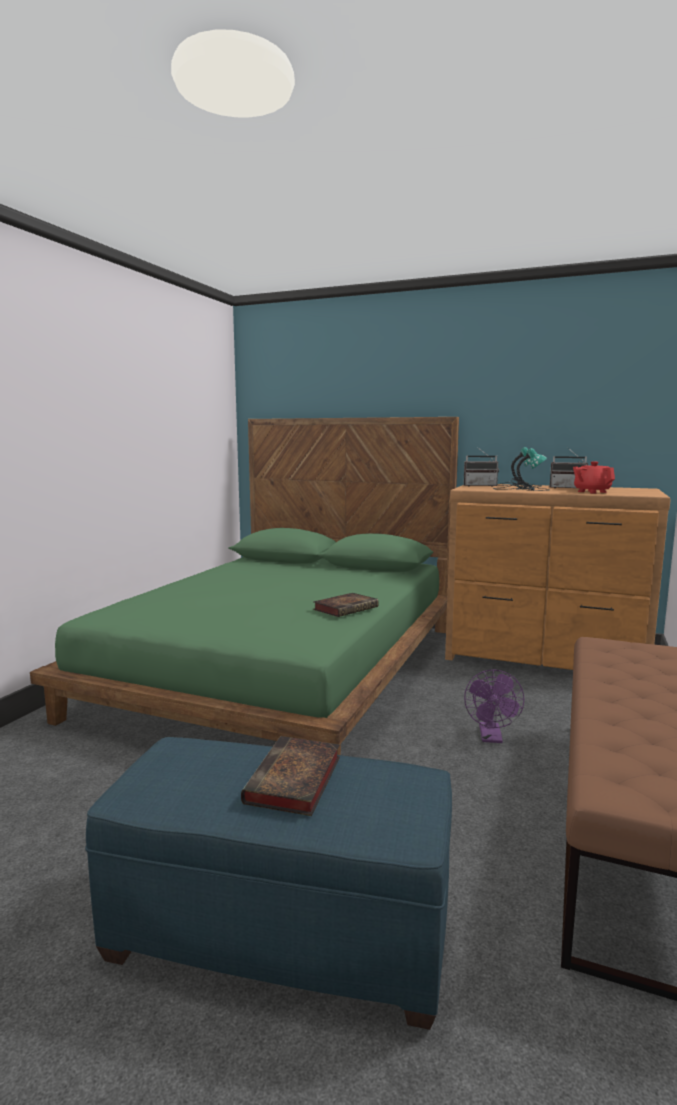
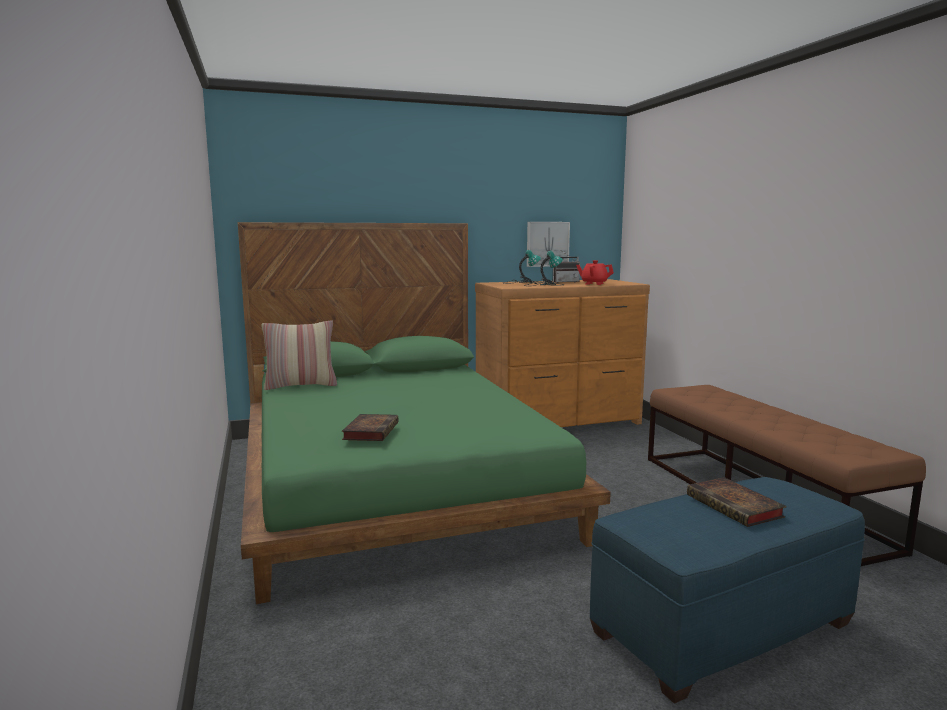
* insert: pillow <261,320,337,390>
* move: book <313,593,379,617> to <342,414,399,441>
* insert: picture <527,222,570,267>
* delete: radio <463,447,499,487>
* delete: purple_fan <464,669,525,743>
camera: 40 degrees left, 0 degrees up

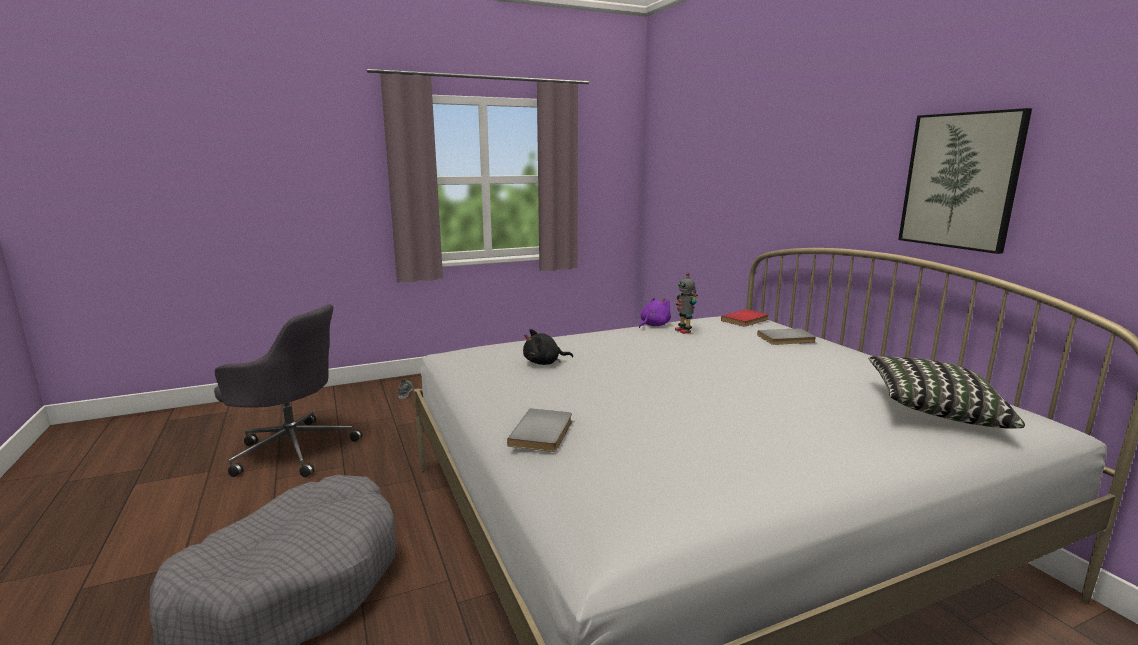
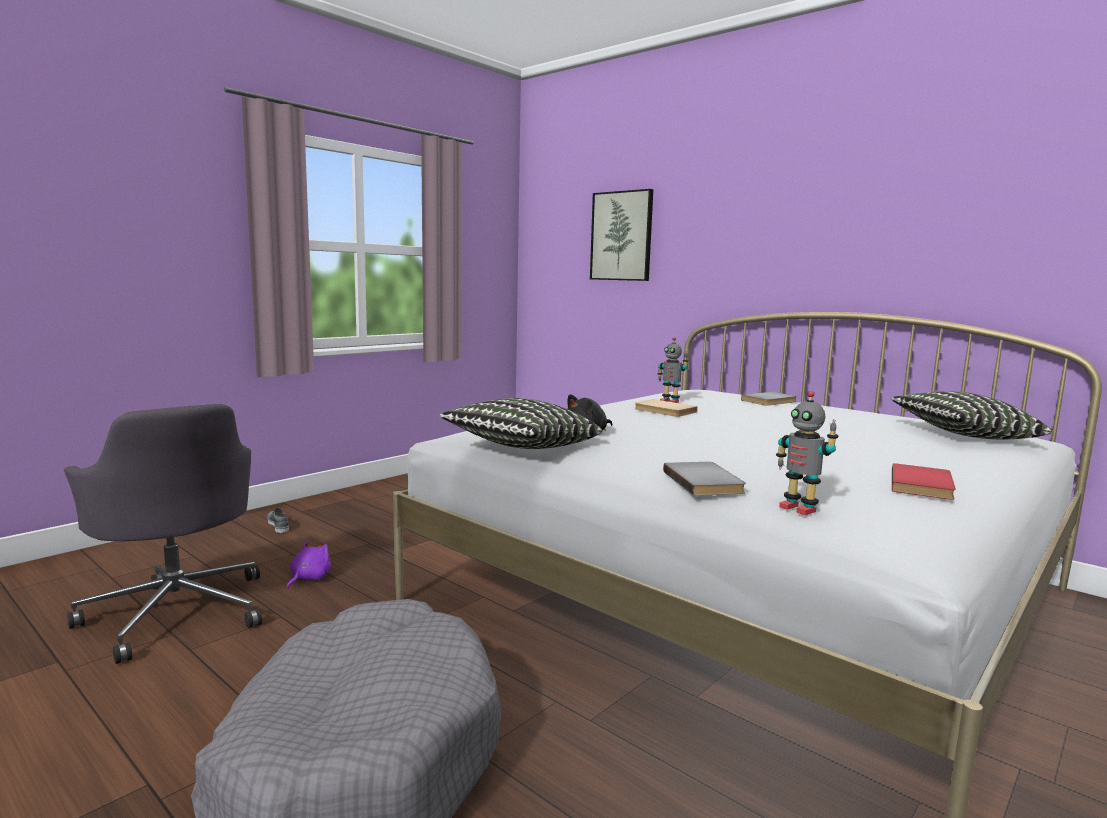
* rotate: grey_office_chair <214,304,362,477> = <64,404,262,664> 60 degrees clockwise
* move: purple_plush_toy <639,297,671,328> to <287,541,331,589>
* insert: pillow <440,398,602,449>
* move: picture <898,108,1032,254> to <590,189,653,281>
* insert: beige_book <635,399,697,417>
* insert: toy_robot <776,391,839,515>
* move: red_book <721,309,769,327> to <892,463,956,500>
camera: 25 degrees left, 5 degrees down

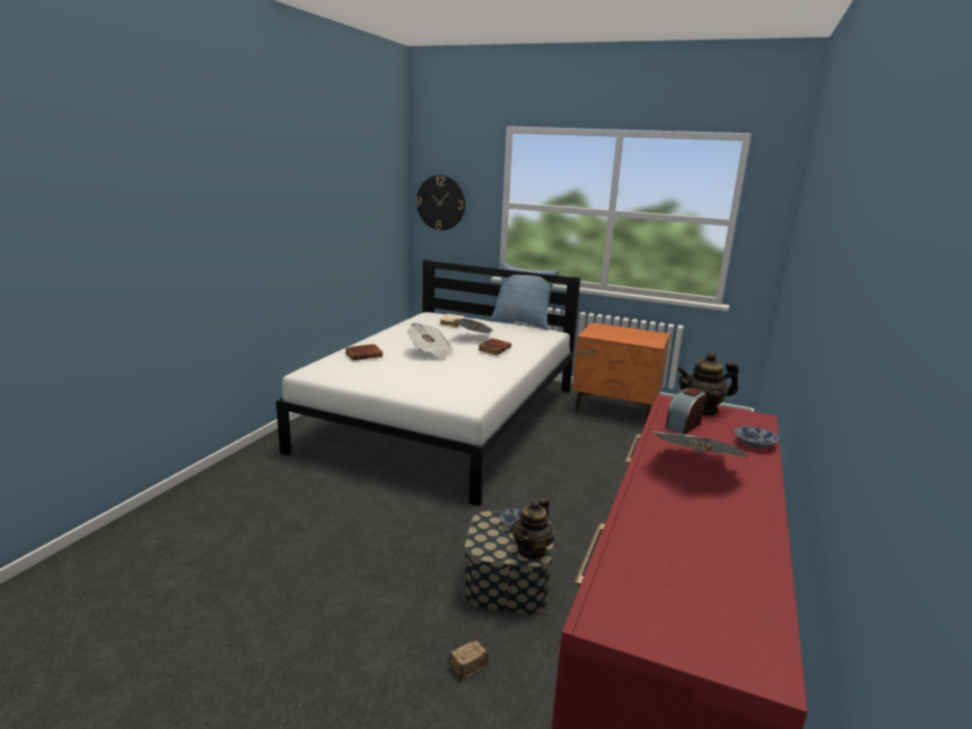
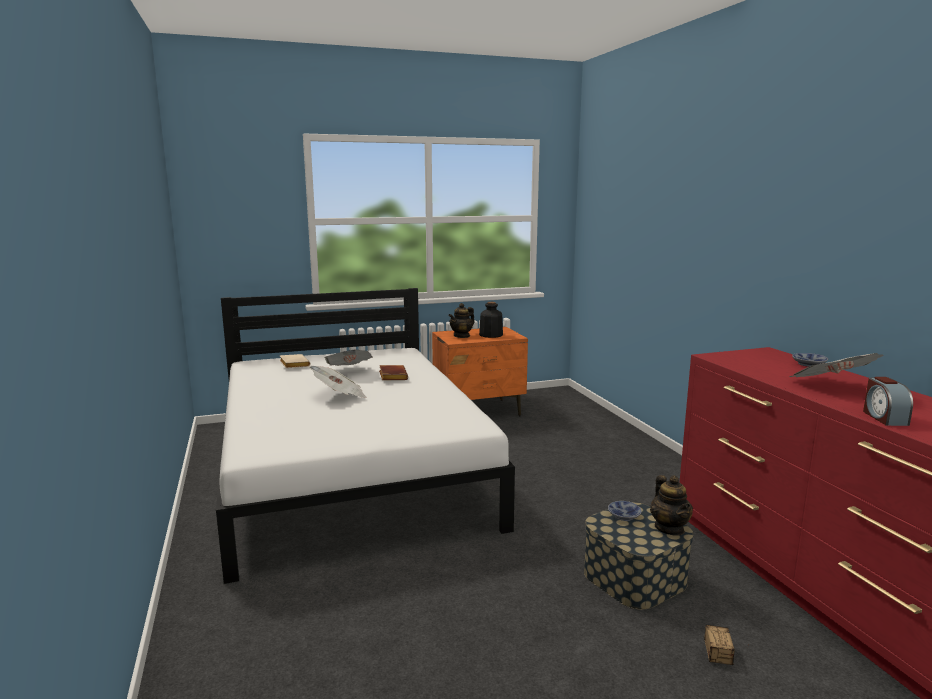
* move: teapot <677,352,739,416> to <448,303,475,338>
* insert: bottle <479,302,503,338>
* move: alarm_clock <665,388,706,435> to <863,377,913,426>
* delete: brown_book <345,344,383,360>
* delete: wall_clock <416,175,465,230>
* delete: pillow <490,262,560,330>
camera: 40 degrees left, 5 degrees down

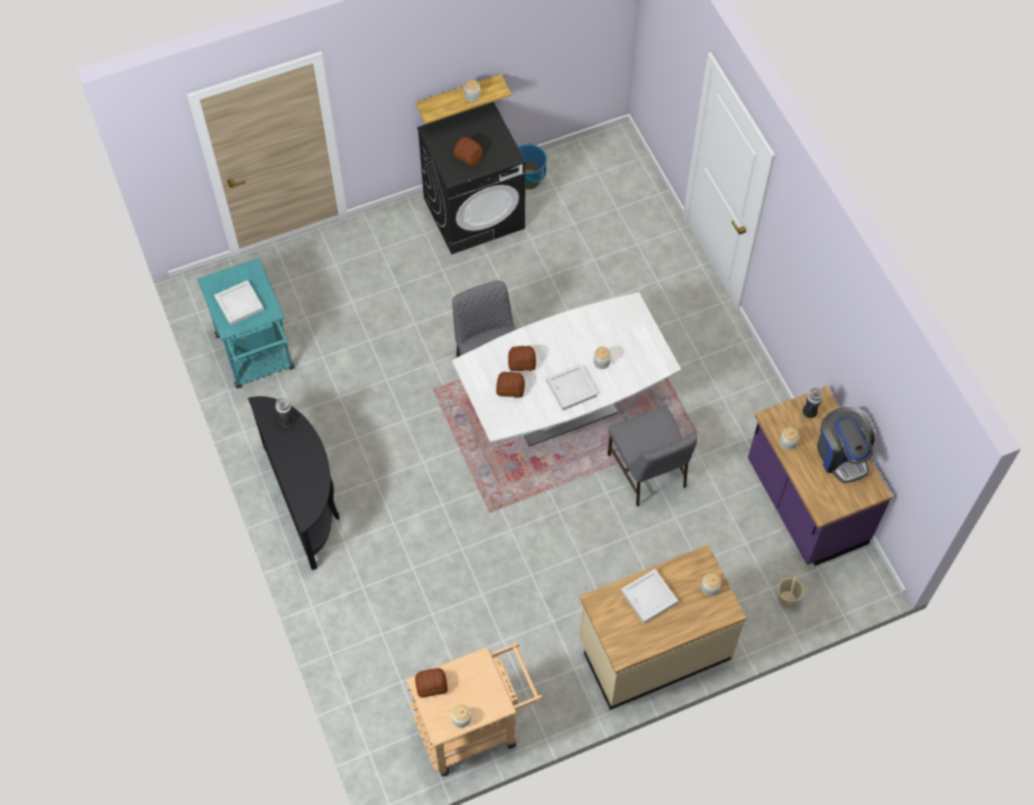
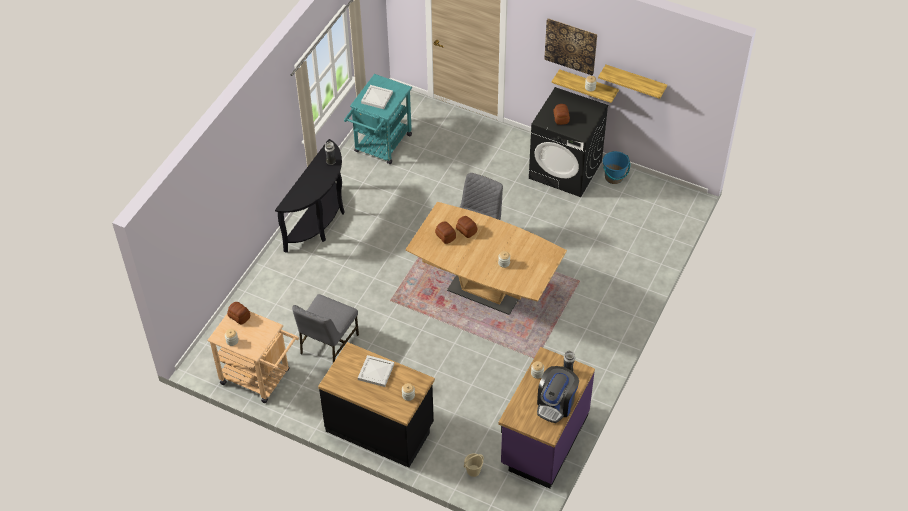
* move: grey_chair <608,406,697,507> to <292,294,359,363>
* recolor: beige_counter <579,545,747,710> to black_counter <318,342,435,468>
* recolor: white_dining_table <452,292,681,447> to brown_dining_table <405,202,567,315>
* insert: picture <544,18,597,75>
* insert: shelf <598,65,667,99>
* delete: white_tray <546,364,597,410>
camera: 50 degrees right, 10 degrees down

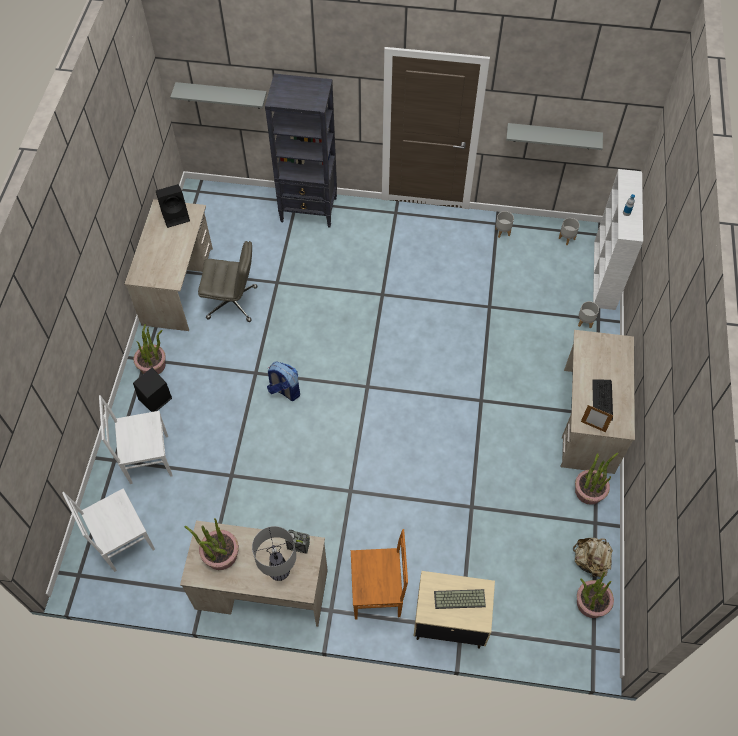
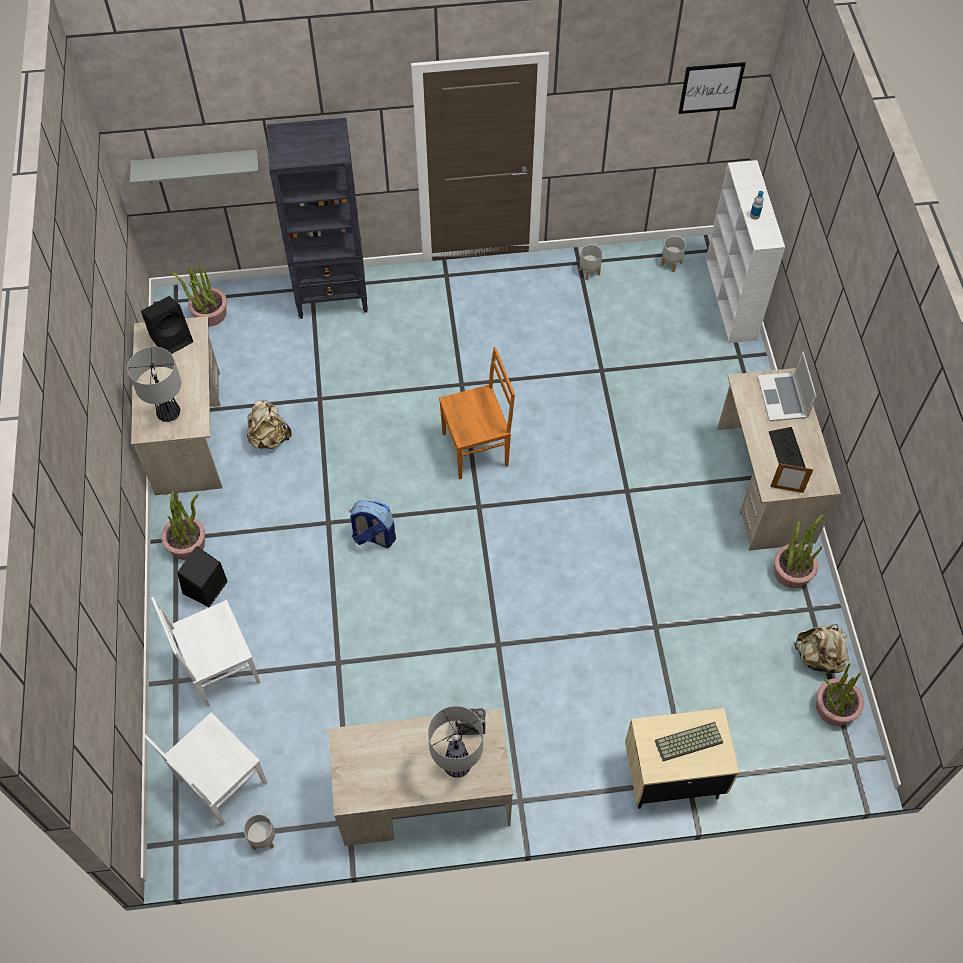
* insert: table_lamp <127,347,181,422>
* move: potted_plant <185,518,239,570> to <171,262,227,326>
* move: grey_planter <578,301,599,328> to <244,814,275,850>
* replace: grey_office_chair <198,241,257,322> to beige_backpack <247,400,292,449>
* move: brown_chair <351,529,408,620> to <439,347,515,479>
* insert: picture <678,62,746,114>
* insert: laptop <757,351,817,421>
* delete: grey_shelf <506,123,603,150>
camera: 15 degrees left, 0 degrees up

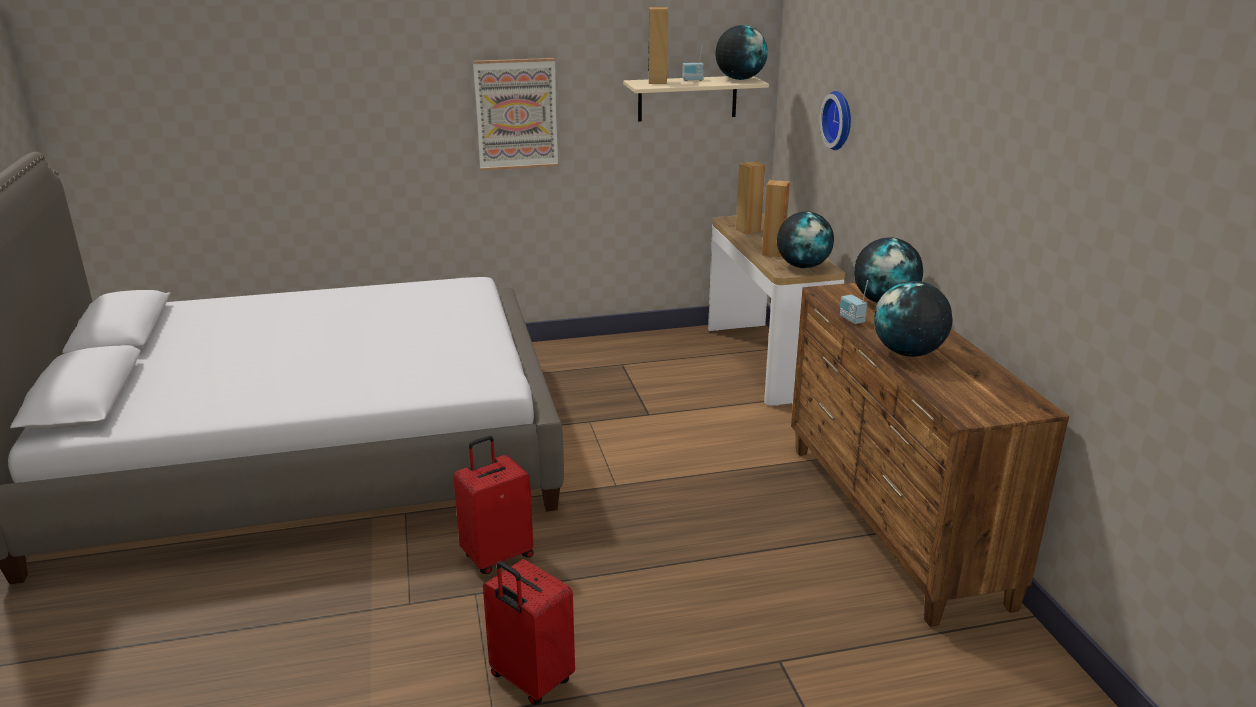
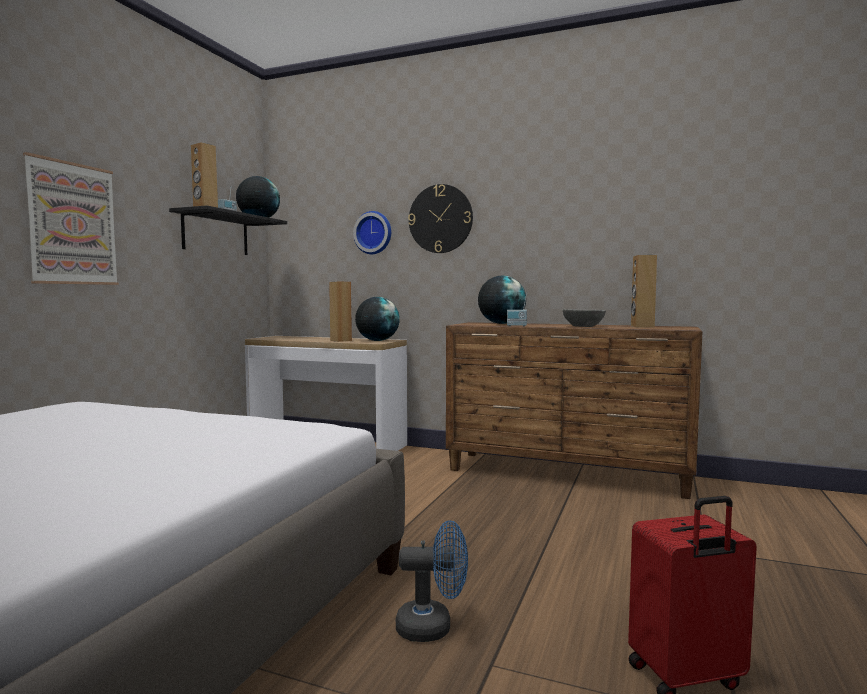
* recolor: beige_shelf <623,76,769,122> to black_shelf <169,206,287,255>
* replace: red_suitcase <453,436,534,574> to blue_fan <396,520,468,642>
* insert: wall_clock <408,184,473,253>
* replace: globe <874,281,953,357> to grey_bowl <563,309,606,327>
* move: brown_speaker <736,161,765,234> to <631,255,657,328>
camera: 55 degrees left, 20 degrees down

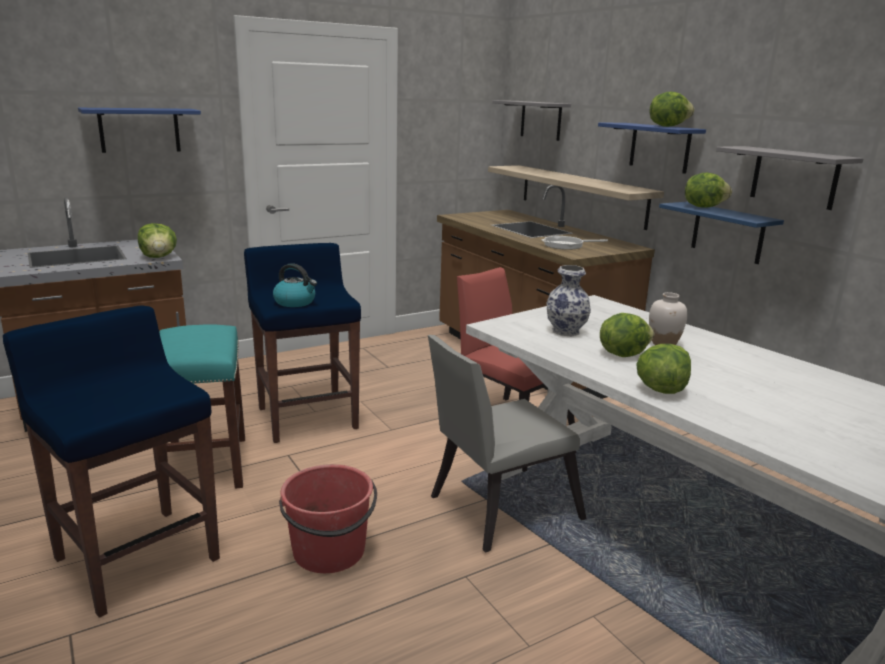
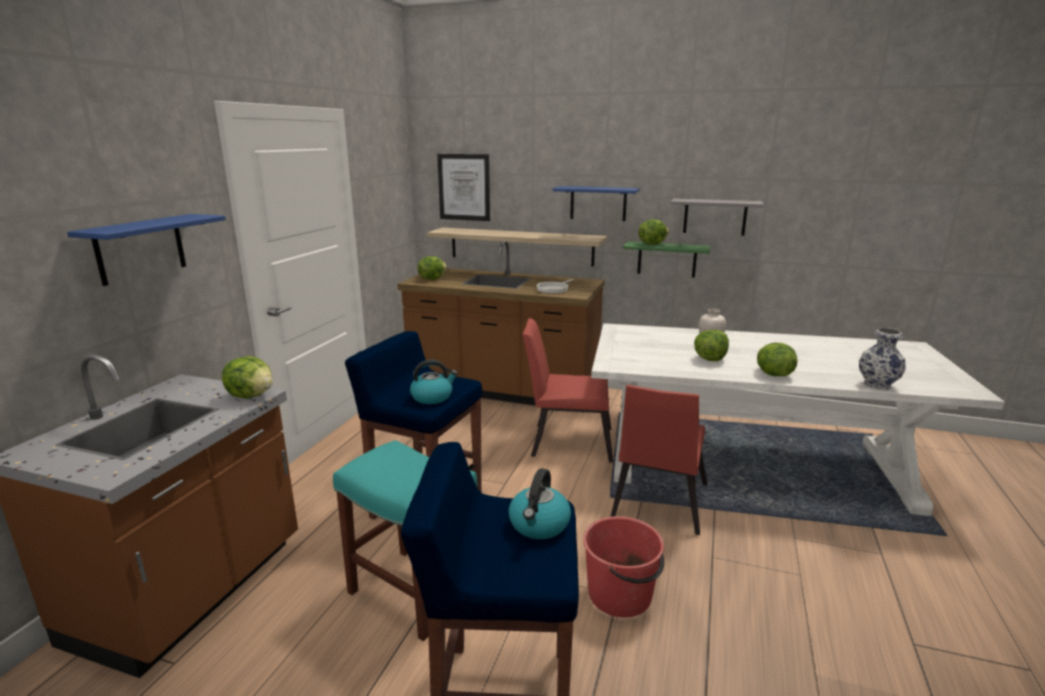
* move: lettuce <649,92,695,127> to <418,256,447,280>
* replace: grey_shelf <492,100,571,141> to picture <437,154,490,221>
* insert: kettle <509,468,571,539>
* recolor: grey_chair <428,335,586,553> to red_chair <611,385,707,535>
* recolor: blue_shelf <659,202,784,264> to green_shelf <623,241,711,278>
* move: vase <547,265,591,336> to <859,328,906,391>
camera: 40 degrees left, 0 degrees up

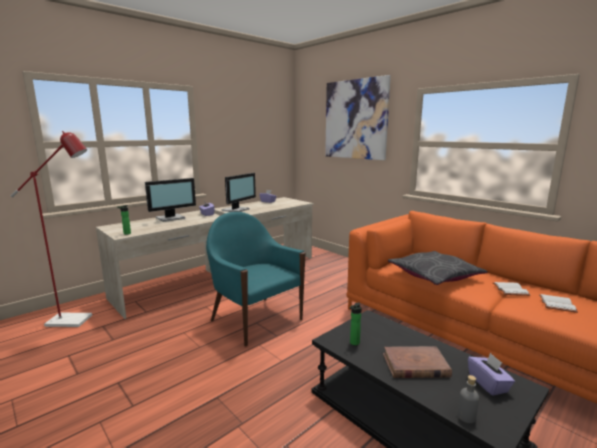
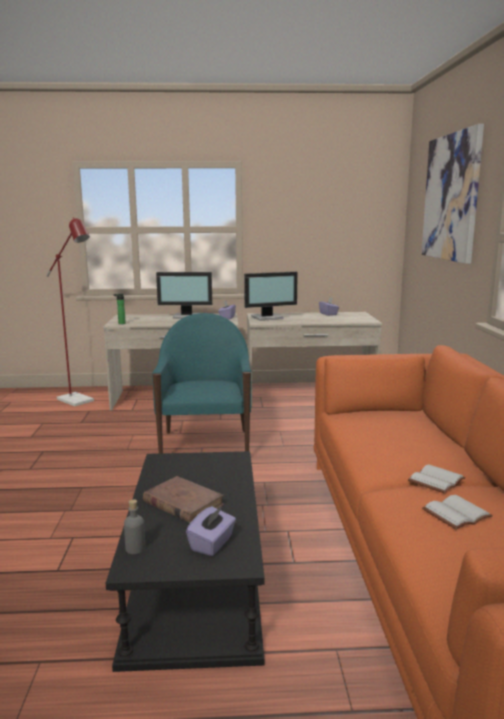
* delete: bottle <349,303,362,345>
* delete: grey_pillow <388,251,488,285>
camera: 40 degrees right, 0 degrees up

